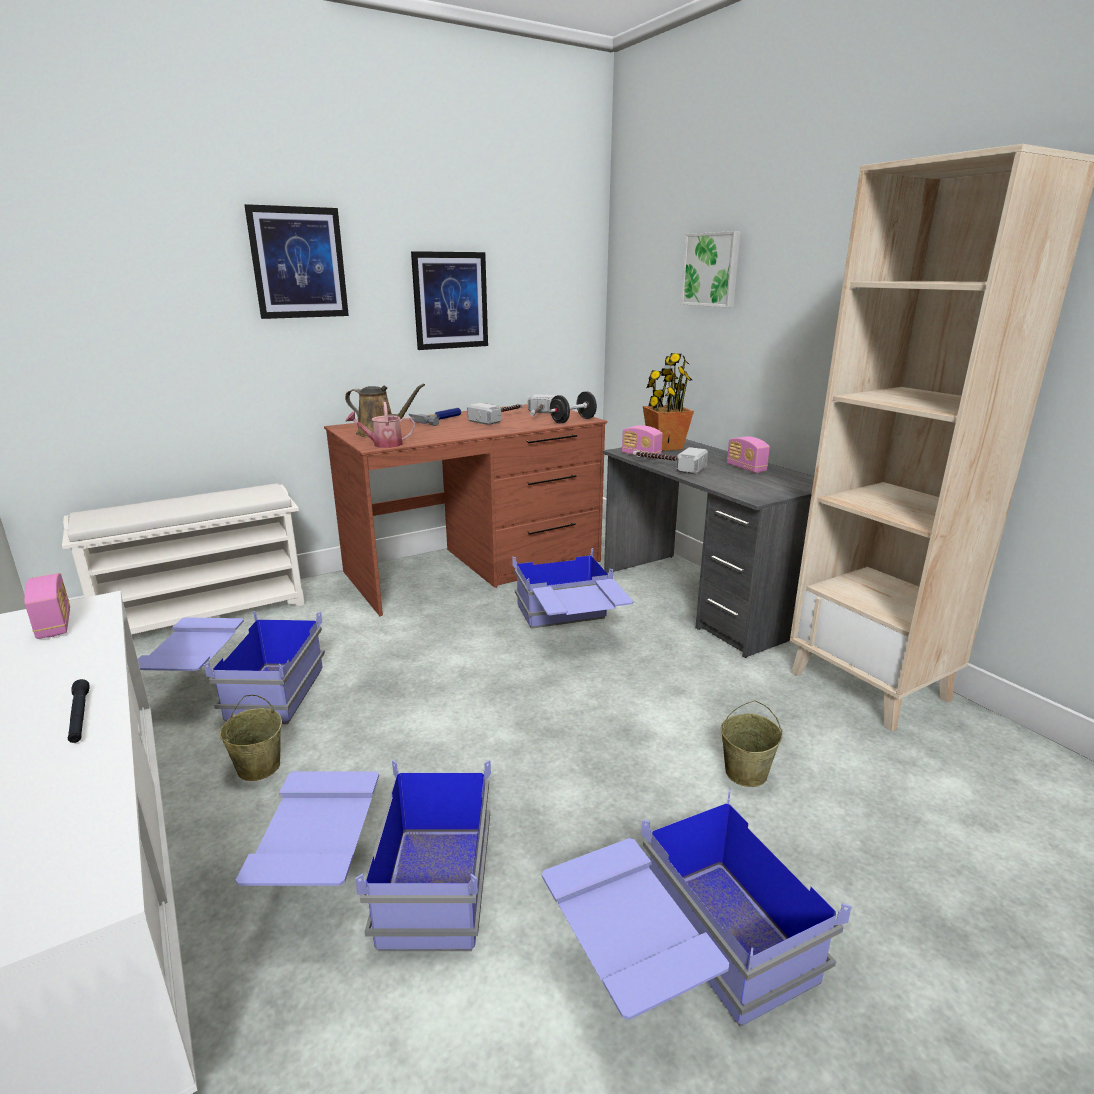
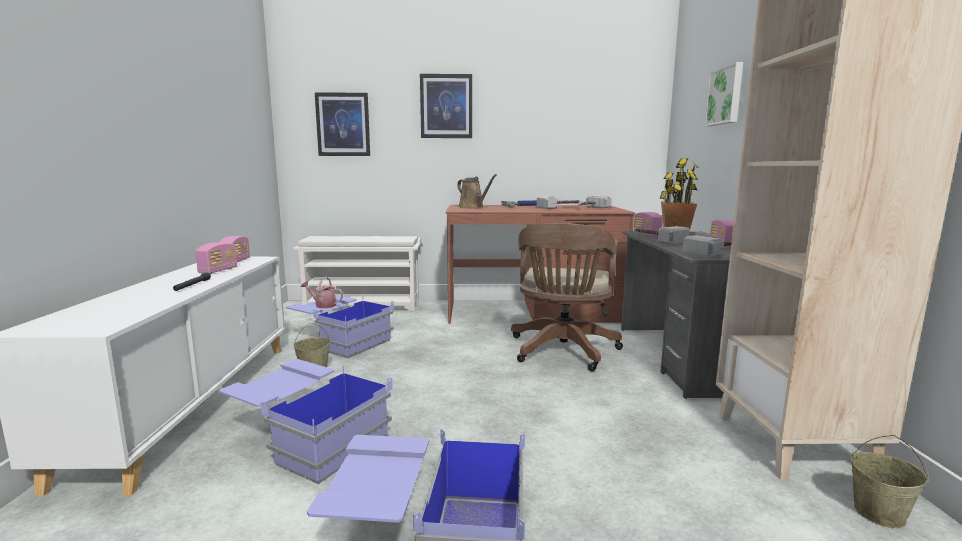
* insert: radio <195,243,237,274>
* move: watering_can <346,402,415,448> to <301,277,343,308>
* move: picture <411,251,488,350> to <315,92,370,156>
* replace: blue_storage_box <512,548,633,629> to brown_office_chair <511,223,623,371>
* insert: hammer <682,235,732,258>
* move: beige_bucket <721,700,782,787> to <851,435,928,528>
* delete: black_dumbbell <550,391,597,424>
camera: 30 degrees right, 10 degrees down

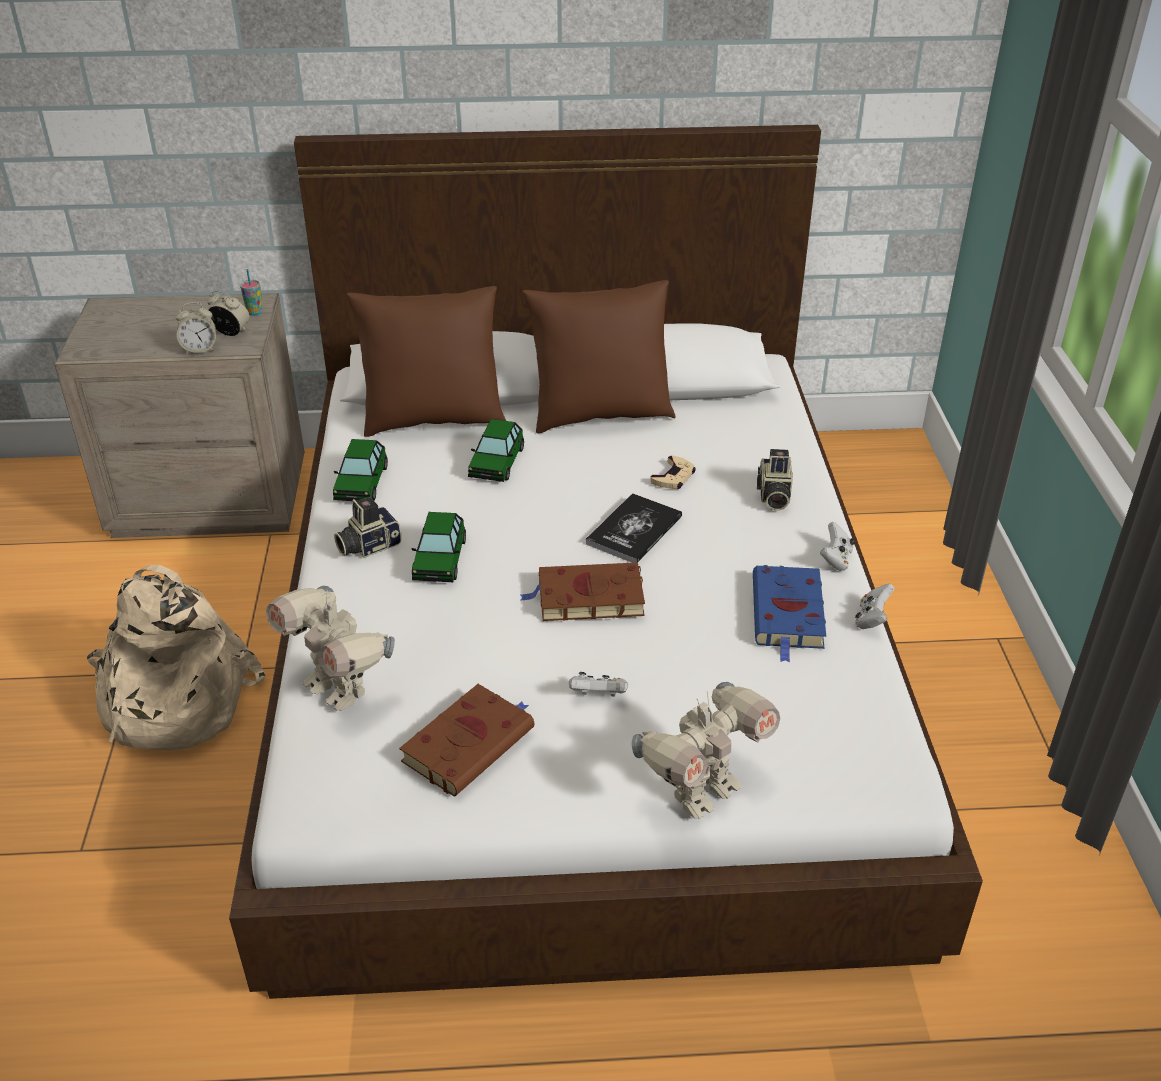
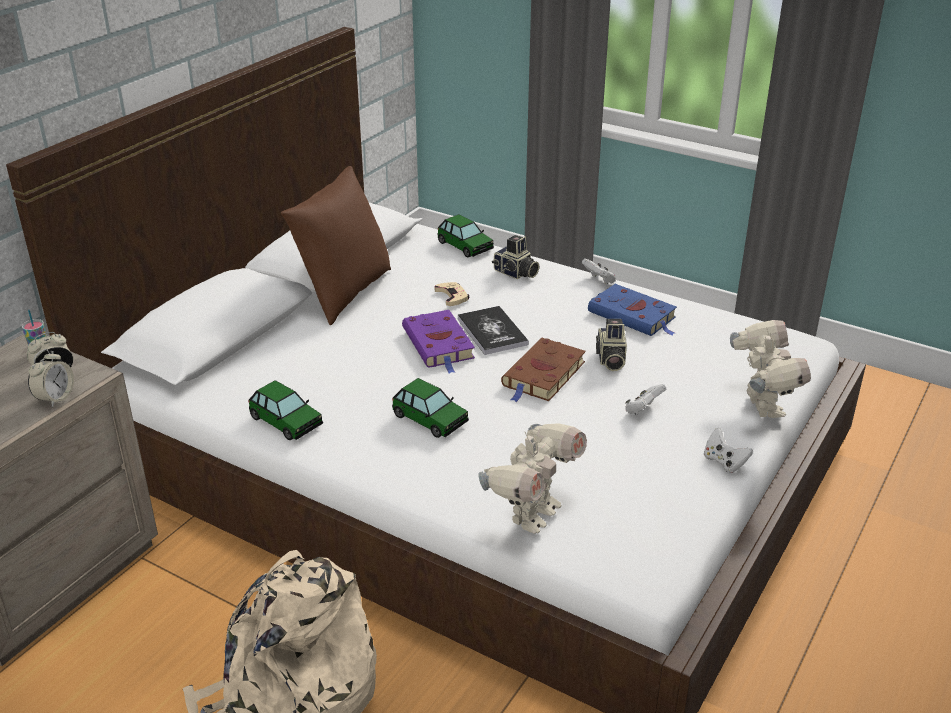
* insert: purple_book <402,310,475,374>
* move: toy_car <468,419,524,482> to <437,214,494,257>
* rotate: toy_robot <266,586,395,711> = <478,423,587,534> 45 degrees counterclockwise
* move: photo_camera <334,497,401,558> to <596,319,627,371>
* move: white_game_controller <855,584,894,629> to <704,428,753,473>
* delete: brown_pillow <347,286,506,437>
* delete: brown_book <399,684,534,797>
camera: 55 degrees left, 5 degrees down

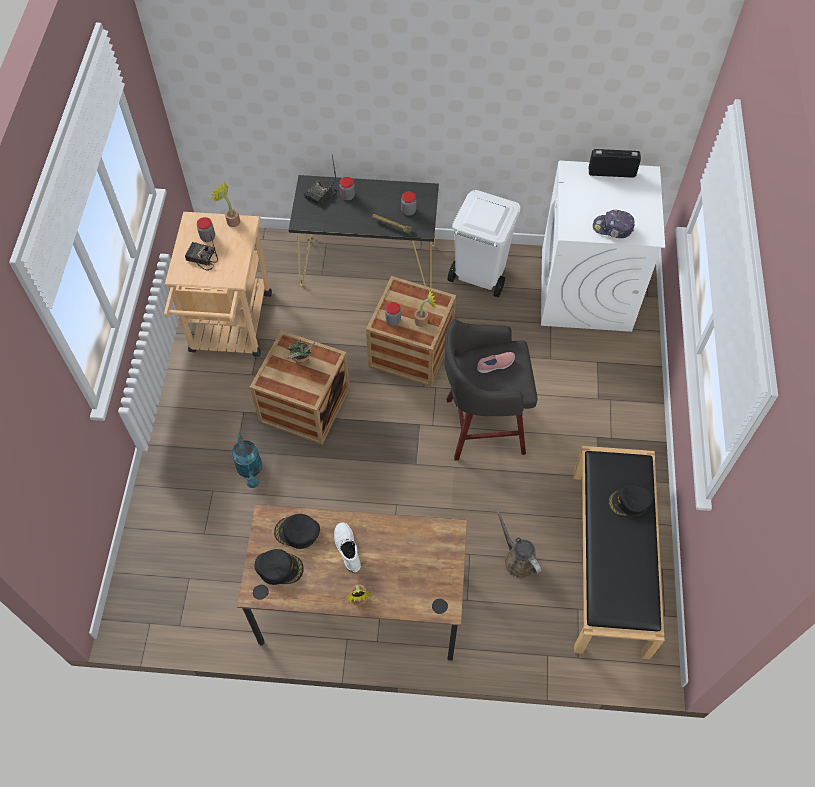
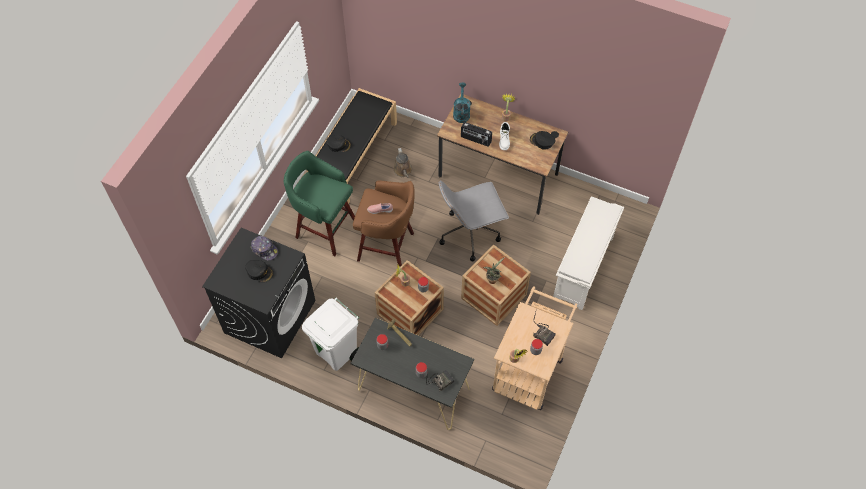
* recolor: white_washing_machine <541,161,665,332> to black_washing_machine <202,228,316,358>
* move: black_cap <274,514,320,549> to <245,260,273,282>
* insert: green_stool <284,151,355,256>
* recolor: grey_stool <444,319,537,460> to brown_stool <353,180,415,266>
* insert: grey_office_chair <439,180,509,261>
* move: turquoise_watering_can <231,434,262,488> to <453,83,471,123>
* move: radio <589,149,641,178> to <461,122,492,147>
* insert: white_shoe_rack <553,196,624,310>
camera: 160 degrees left, 0 degrees up

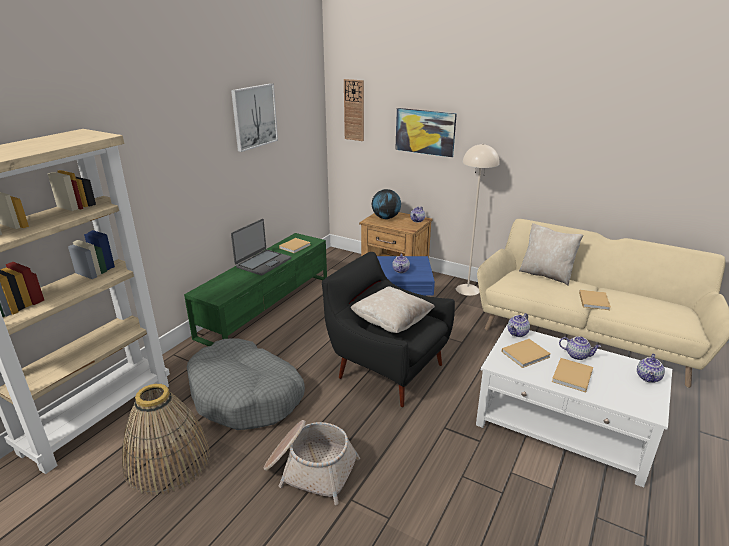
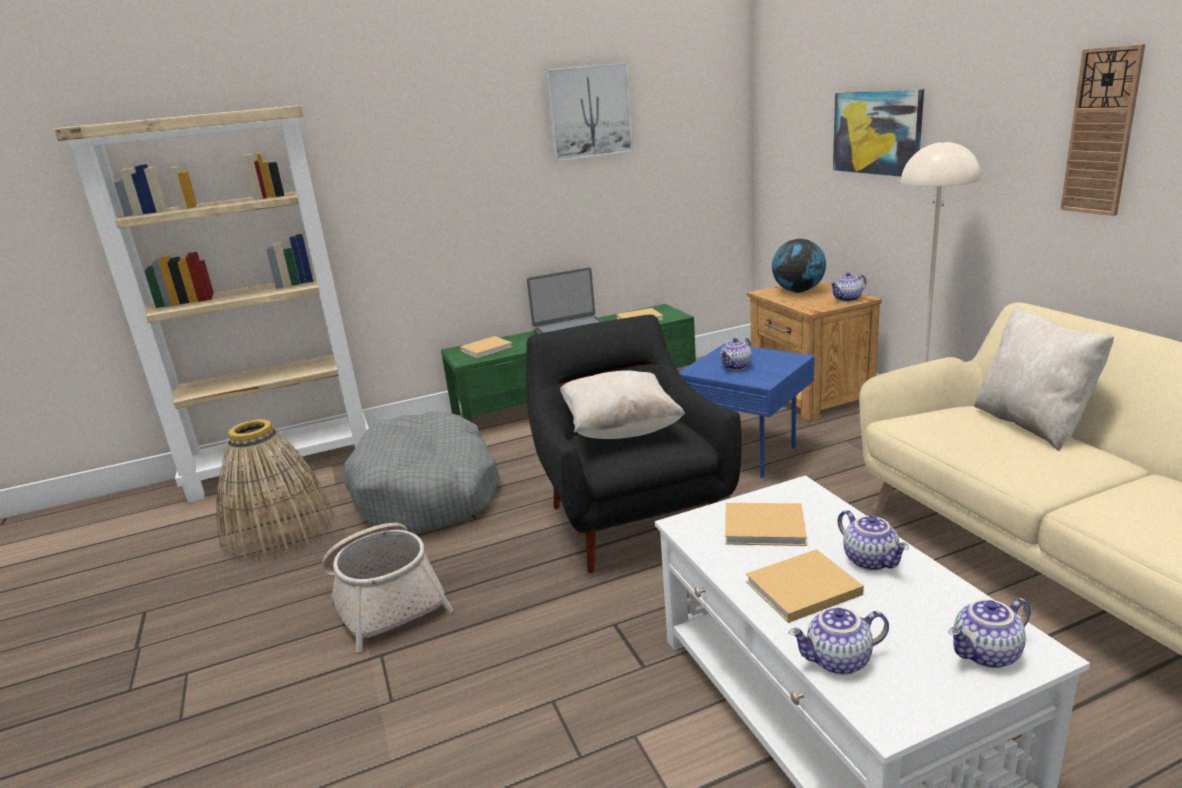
* move: beige_book <579,290,611,310> to <460,336,513,358>
* move: teapot <508,313,530,337> to <789,607,889,675>
* move: wall_clock <344,79,364,141> to <1060,44,1145,216>
camera: 40 degrees right, 5 degrees down

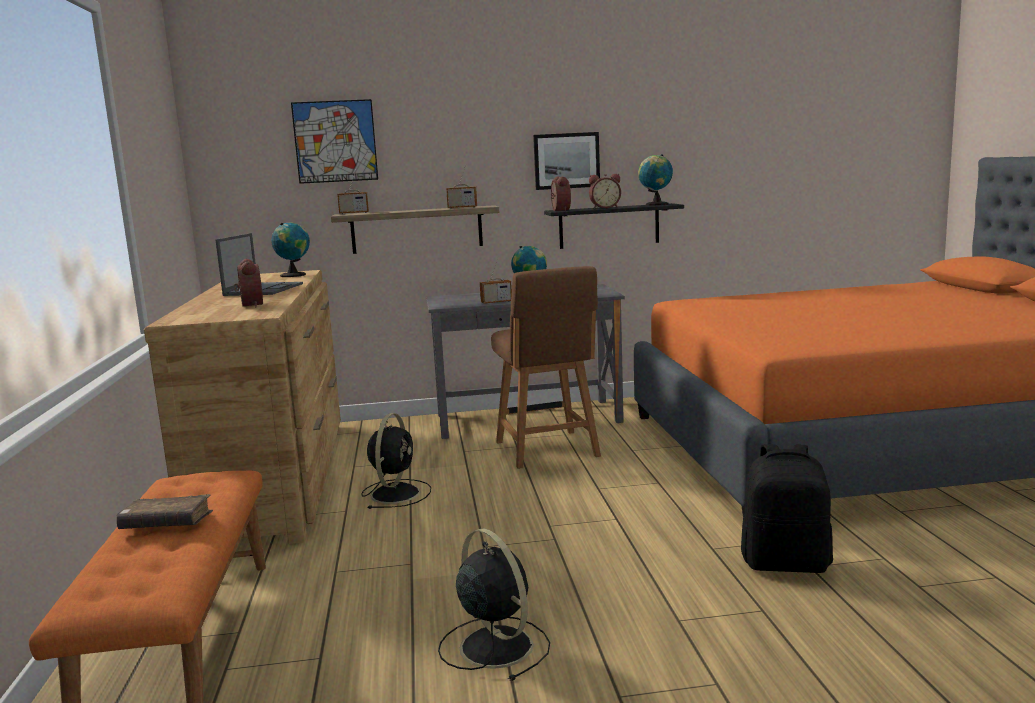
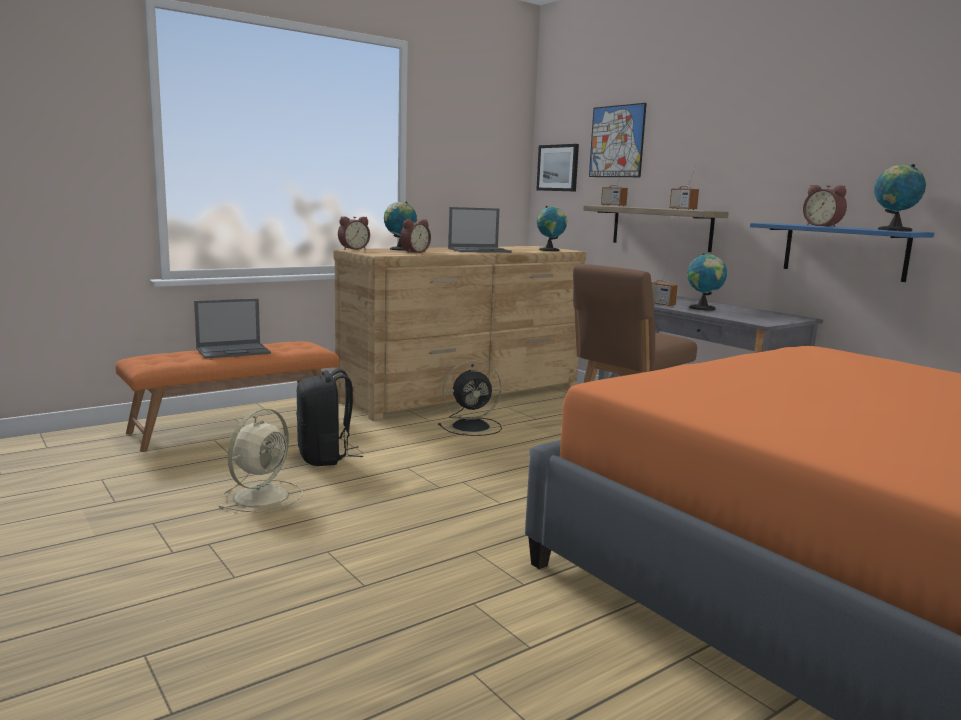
* replace: brown_book <116,494,213,529> to laptop <194,299,271,359>
* recolor: black_fan <438,528,550,681> to beige_fan <218,408,303,512>
* move: black_backpack <741,444,833,573> to <297,369,363,466>
* move: alarm_clock <551,177,571,211> to <338,216,370,250>
* insert: globe <384,202,417,251>
* move: picture <533,132,600,190> to <536,144,579,192>
* recolor: black_shelf <544,203,684,249> to blue_shelf <750,223,934,282>
camera: 60 degrees right, 0 degrees up

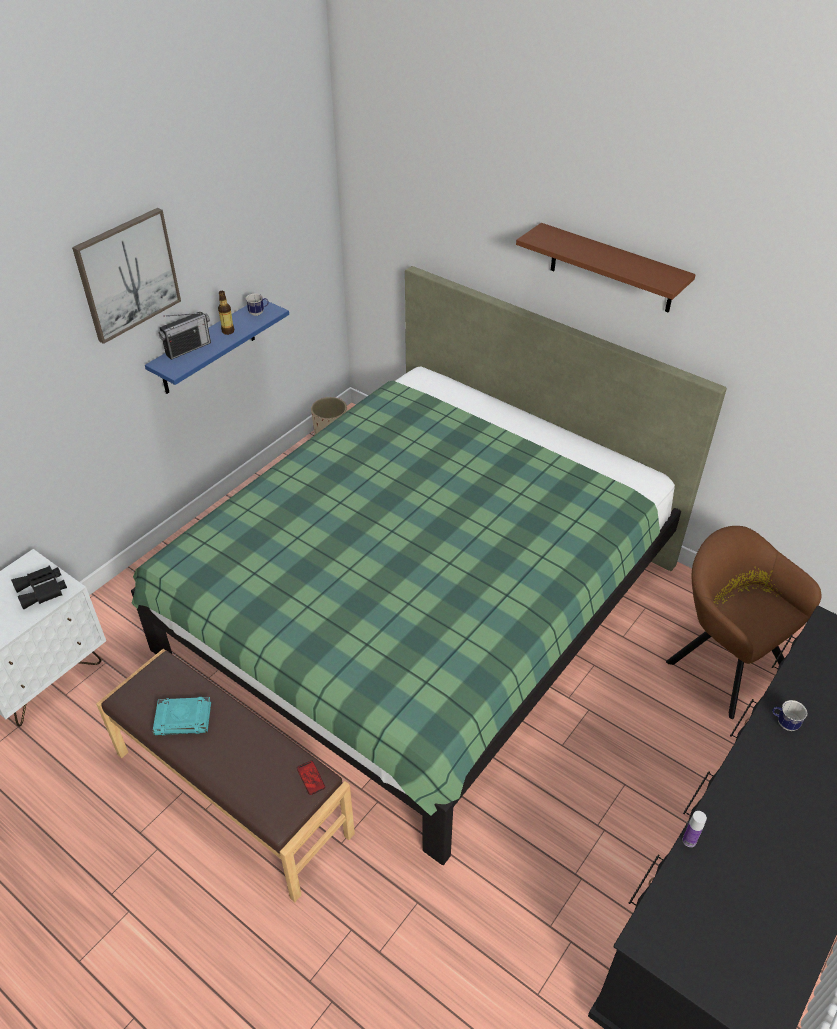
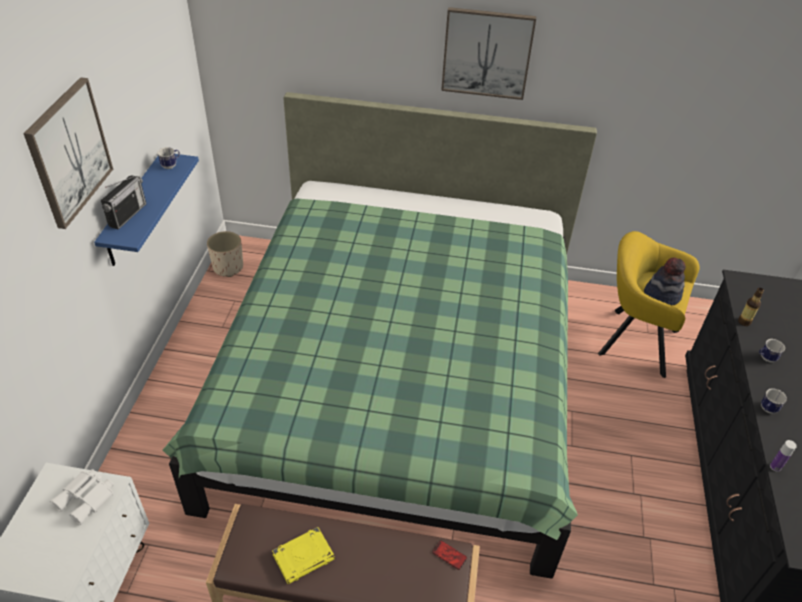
* recolor: black_binoculars <11,565,67,610> to white_binoculars <50,469,114,525>
* recolor: turquoise_book <153,697,211,735> to yellow_book <272,527,335,584>
* replace: brown_shelf <516,223,696,313> to picture <441,7,537,100>
* recolor: brown_armchair <666,526,821,719> to yellow_armchair <598,231,700,378>
* insert: hat <644,258,686,305>
* move: bottle <218,291,234,335> to <738,288,764,326>
* insert: mug <761,388,787,414>
camera: 30 degrees left, 0 degrees up

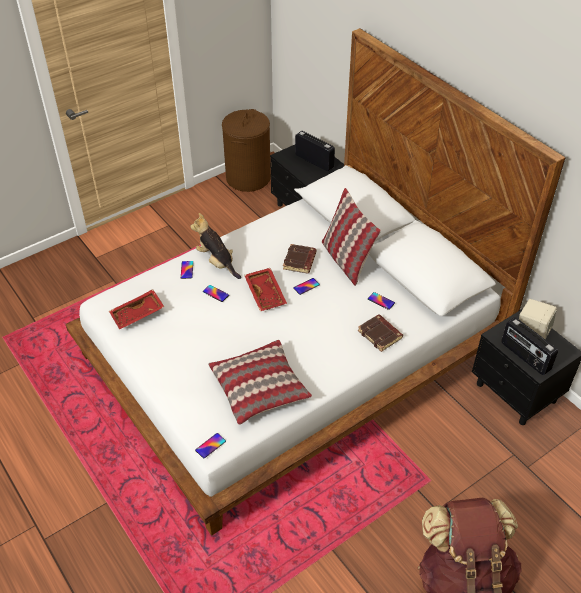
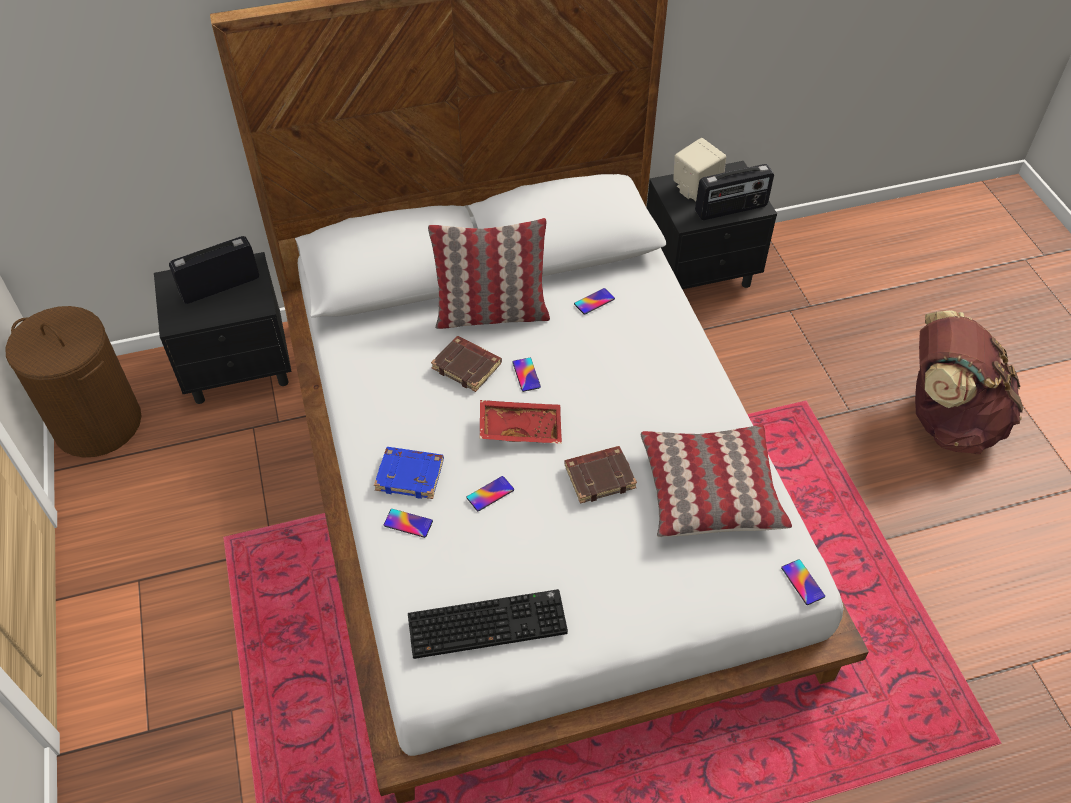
* replace: plush_toy <190,213,241,279> to blue_book <374,447,444,499>
* replace: red_tray <109,289,164,329> to keyboard <408,589,568,659>
* move: brown_book <358,314,403,352> to <565,446,637,504>
camera: 70 degrees left, 5 degrees up

